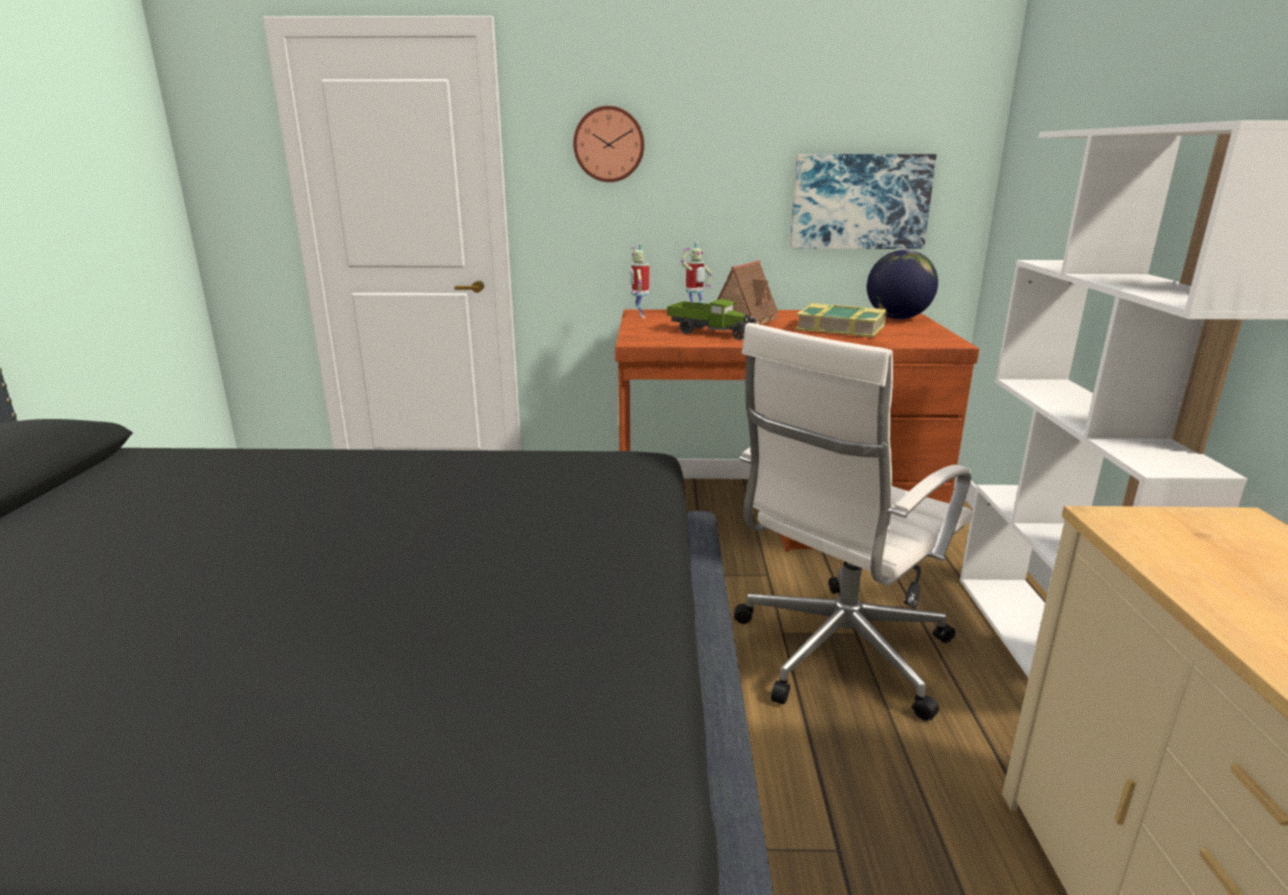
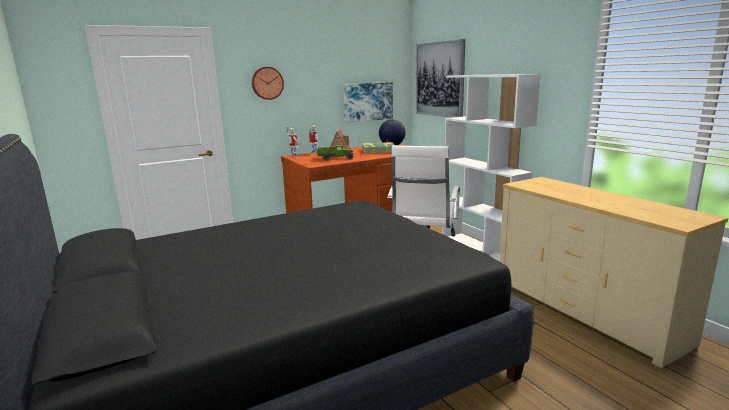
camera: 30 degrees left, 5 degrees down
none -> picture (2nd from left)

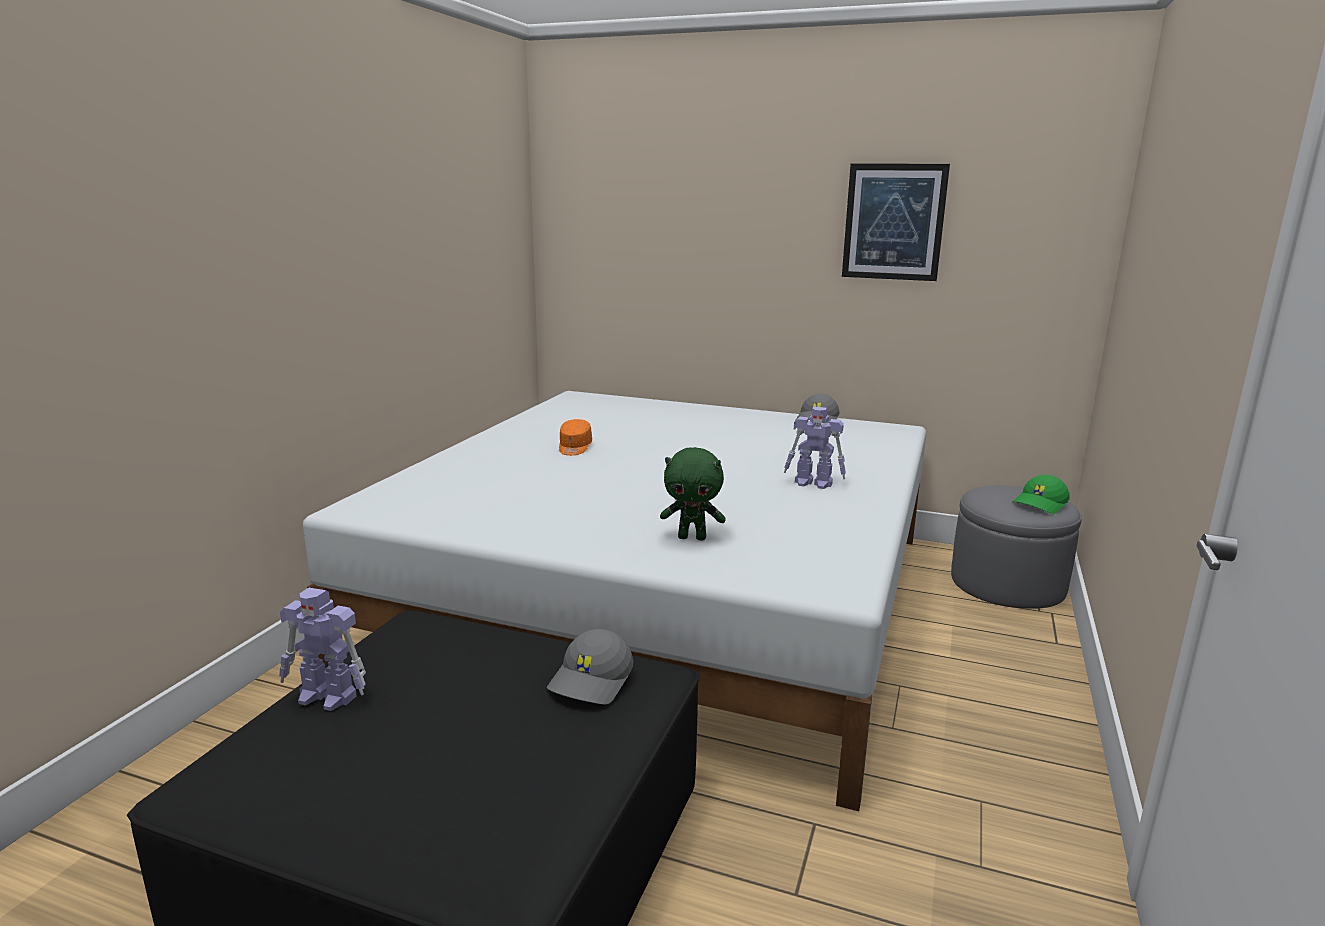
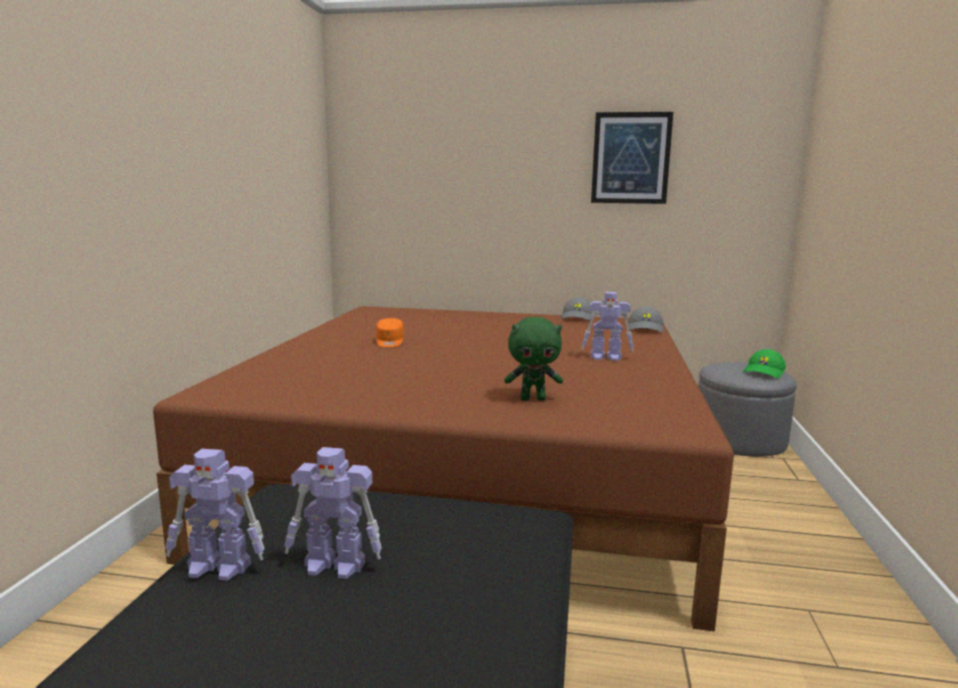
camera: 10 degrees left, 5 degrees down
none -> toy robot (2nd from left)
cap (grey) (1st from left in the first image) -> cap (grey) (2nd from left), move
bed (white) -> bed (brown)

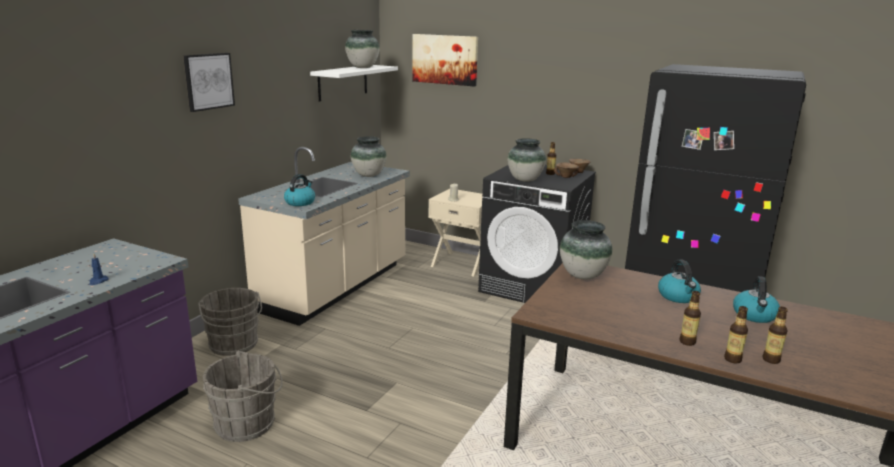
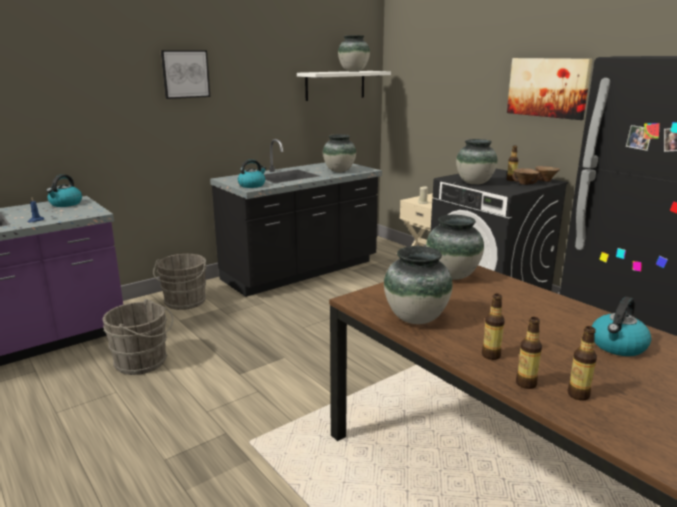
camera: 25 degrees right, 0 degrees up
none -> vase (3rd from left)
picture (2nd from left), move
kettle (2nd from left in the first image) -> kettle (1st from left), move
counter (beige) -> counter (black)

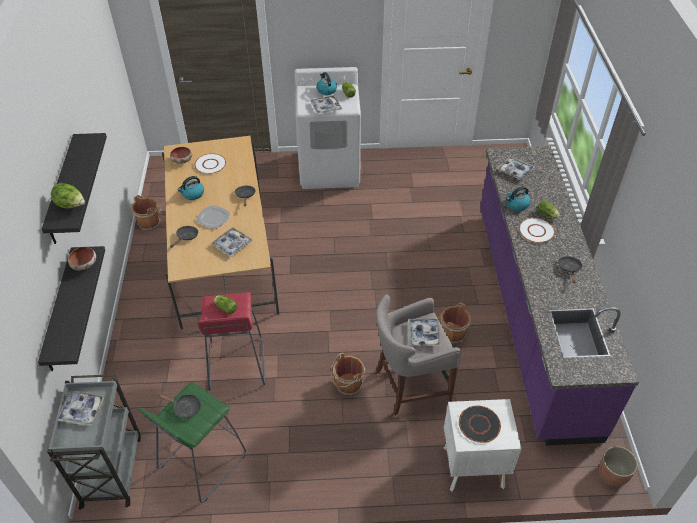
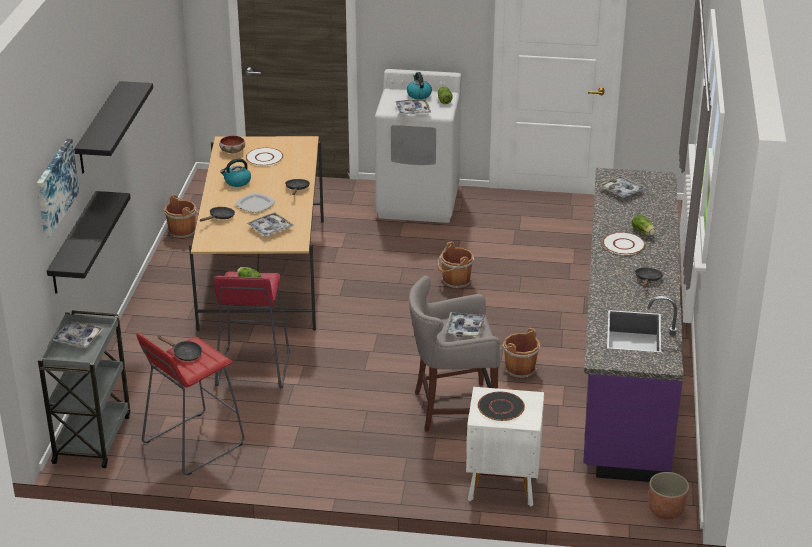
camera: 10 degrees right, 15 degrees down
lettuce (1st from left) -> none
bowl (1st from left) -> none
kettle (3rd from left) -> none
none -> picture
bucket (brown) (2nd from left), move
stool (green) -> stool (red) (1st from left)

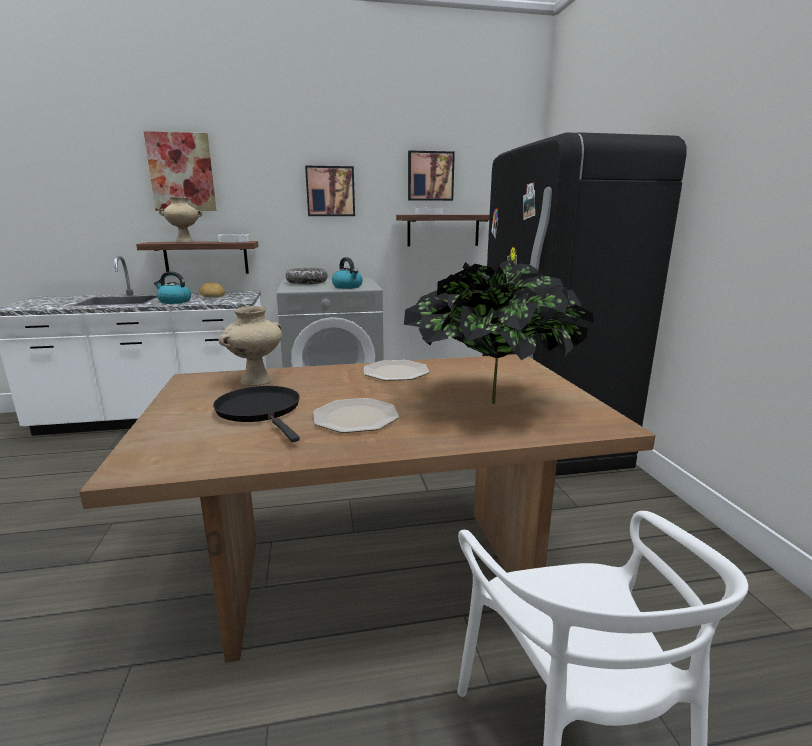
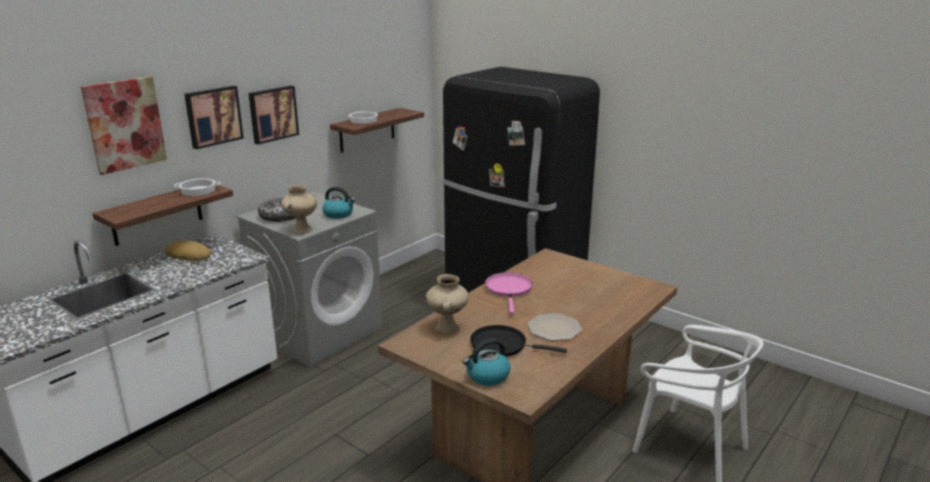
camera: 40 degrees left, 5 degrees up
potted plant -> none
kettle (1st from left in the first image) -> kettle (2nd from left), move
vase (beige) (1st from left), move
picture (3rd from left in the first image) -> picture (2nd from left), move
plate (2nd from left) -> frying pan (pink)

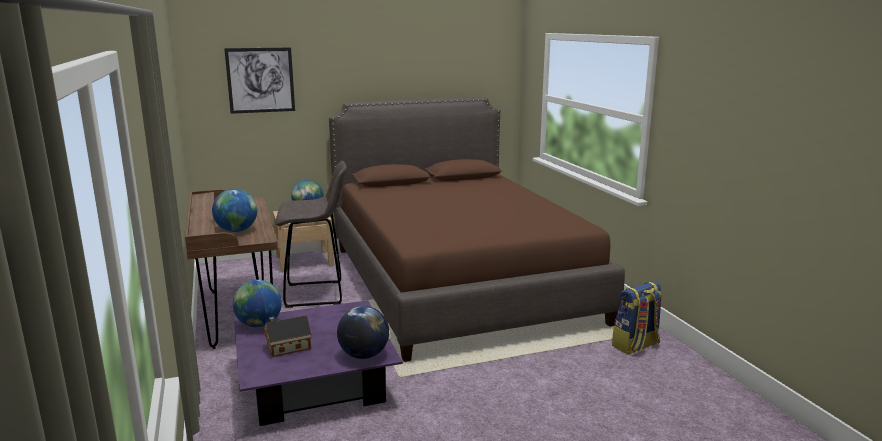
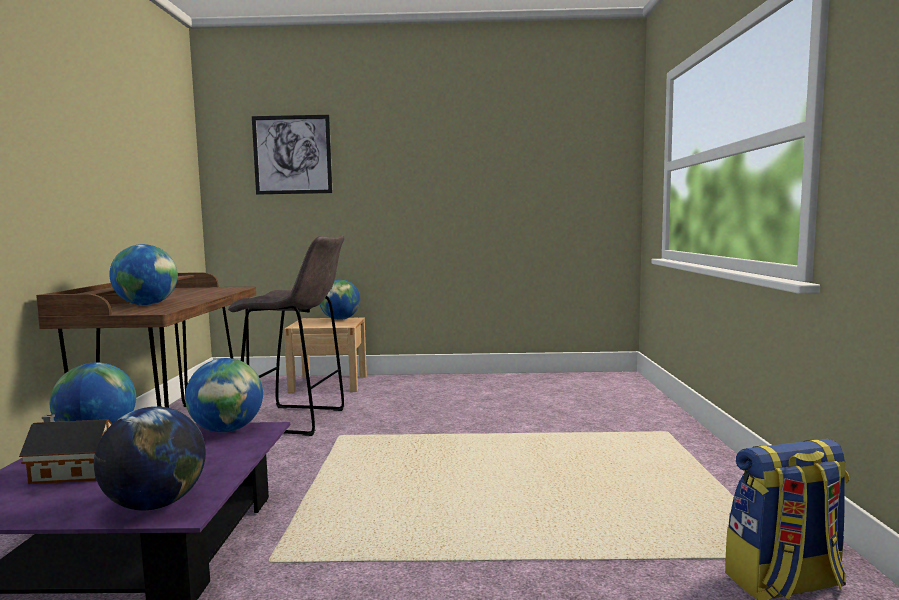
camera: 20 degrees right, 10 degrees down
bed (brown) -> none
none -> globe (4th from left)

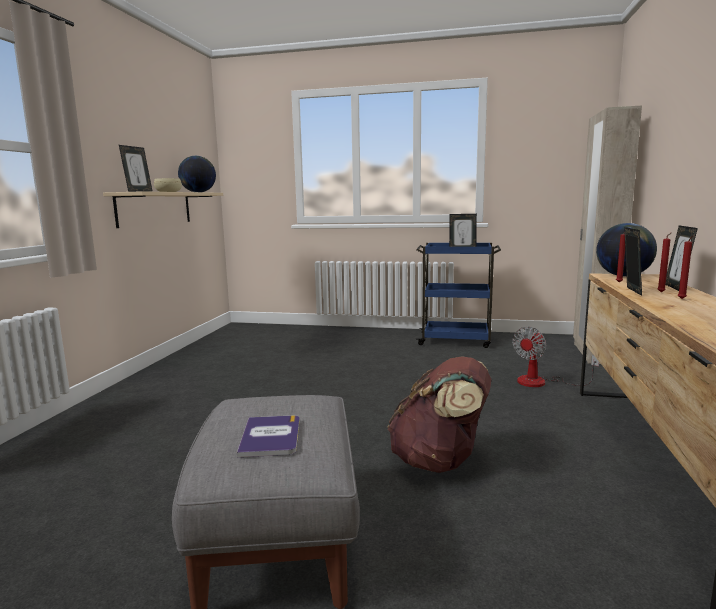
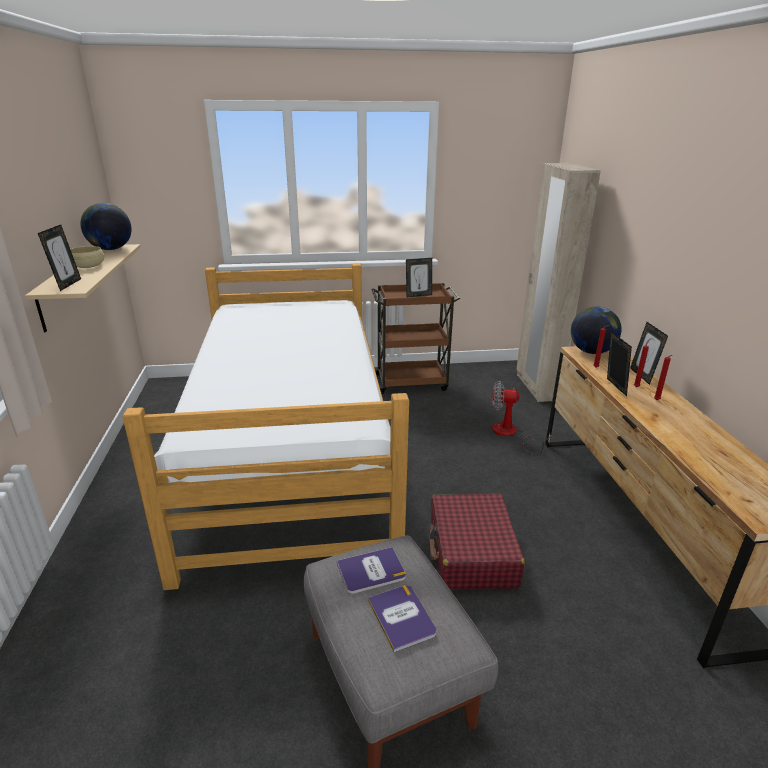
camera: 20 degrees left, 15 degrees up
none -> bed
none -> book (1st from left)
backpack (brown) -> suitcase (red)
cart (blue) -> cart (brown)
fan, 75 degrees clockwise

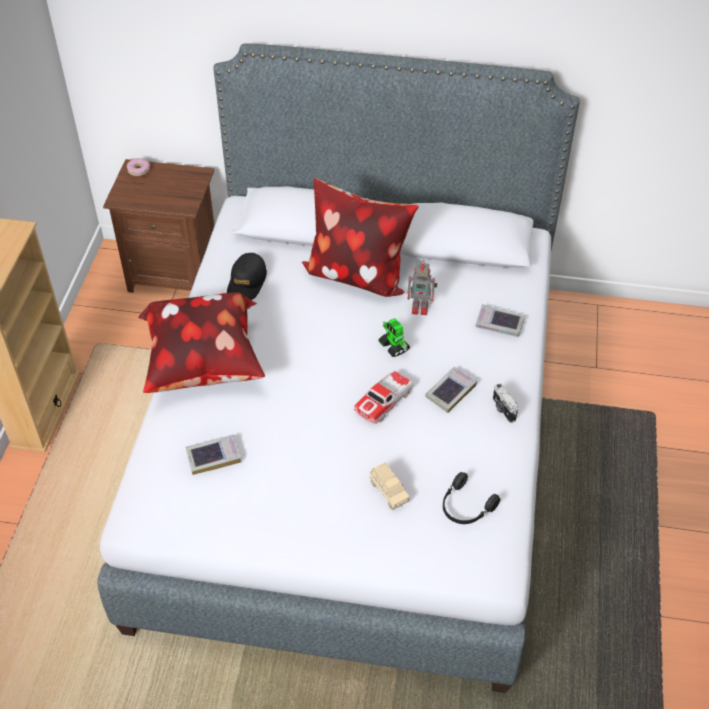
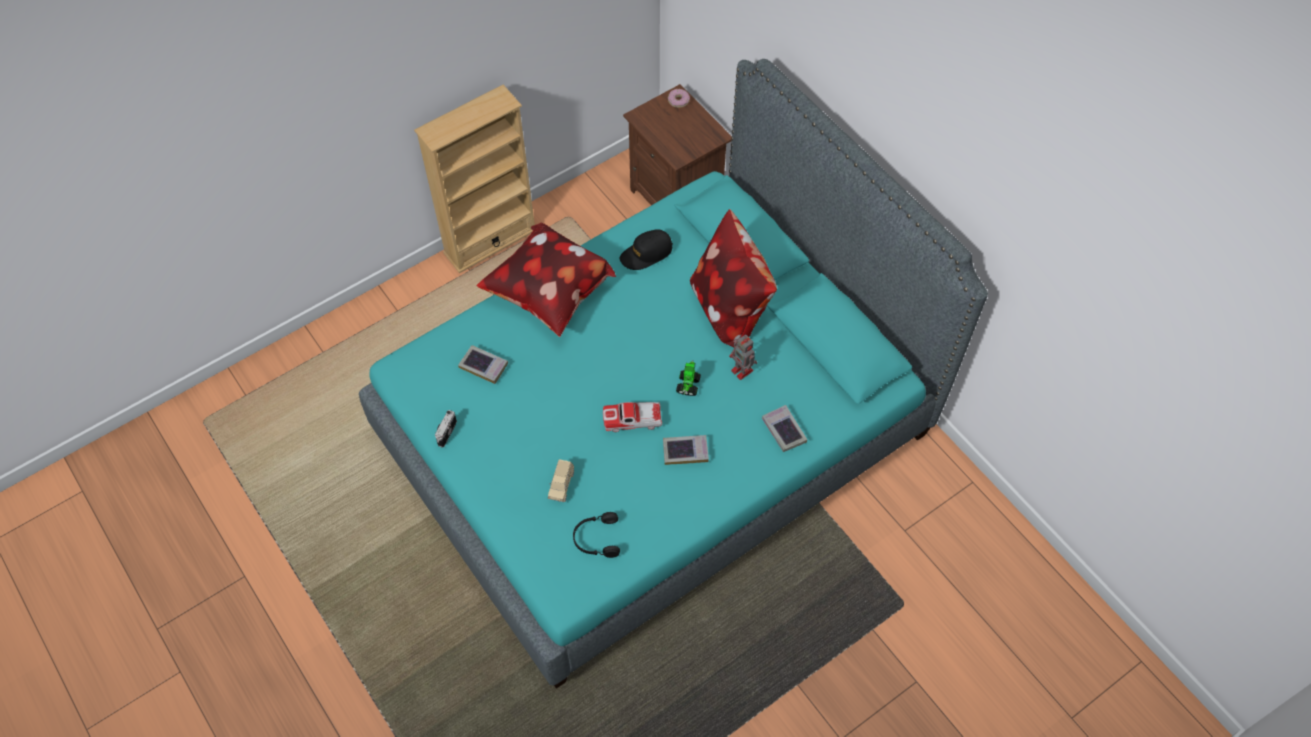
camera: 45 degrees right, 10 degrees up
photo camera, move
bed (grey) -> bed (turquoise)

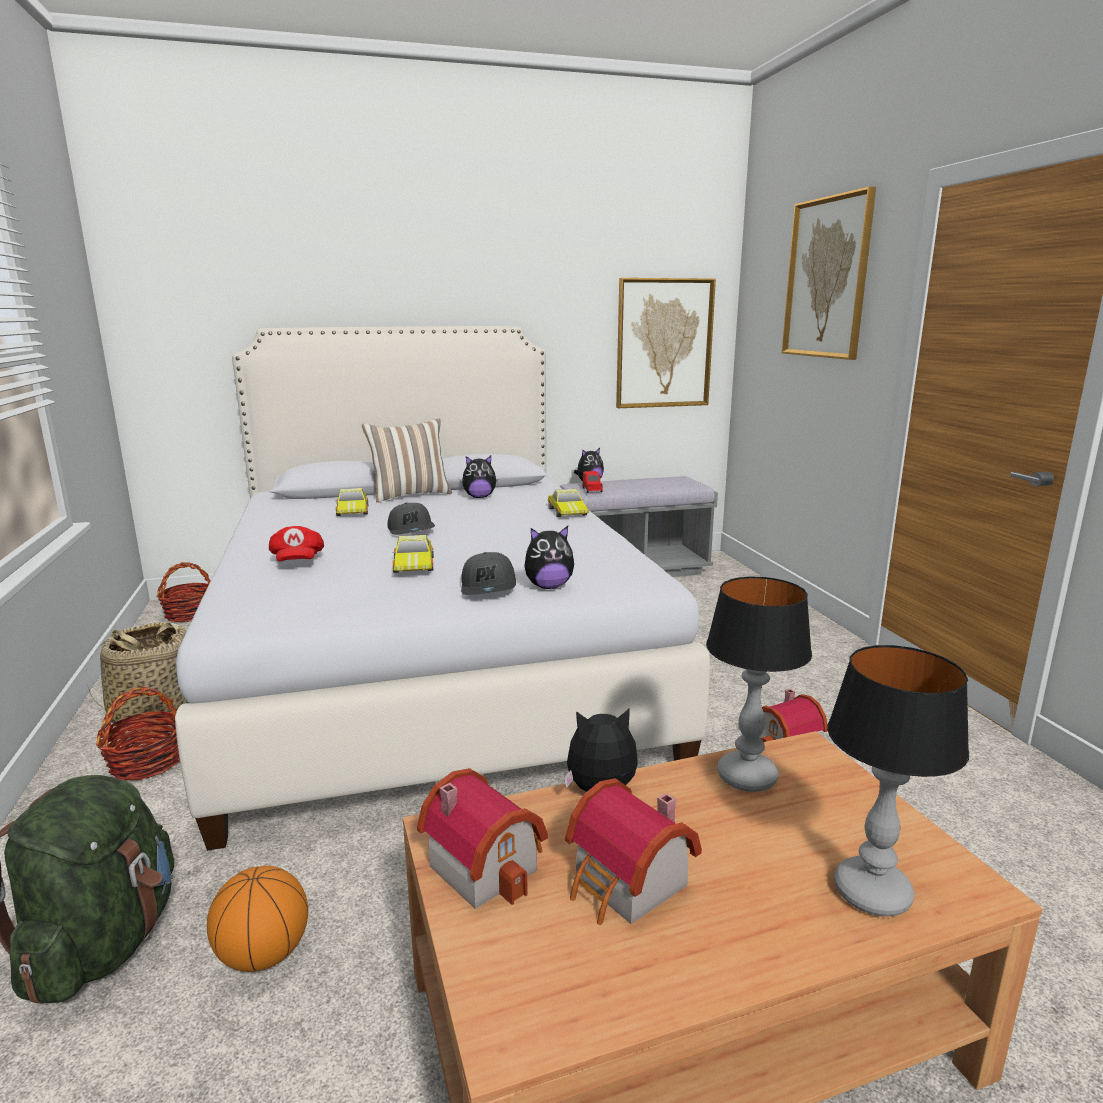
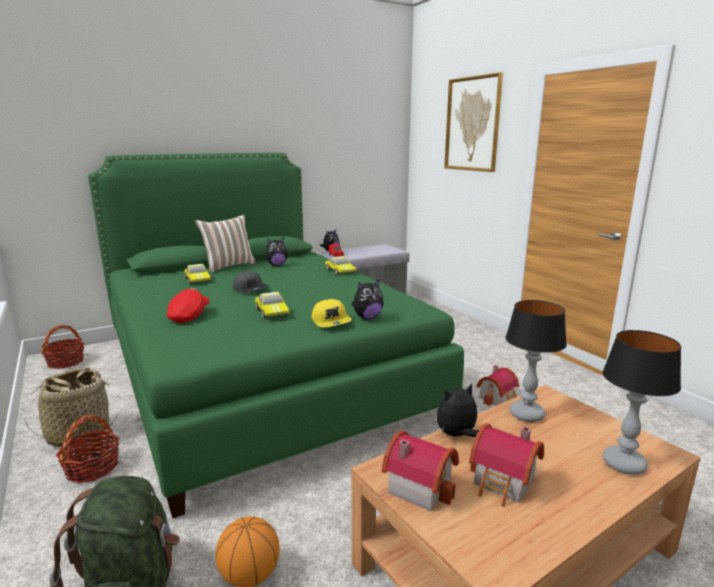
camera: 15 degrees left, 0 degrees up
picture (1st from left) -> none
bed (white) -> bed (green)
cap (grey) (2nd from left) -> cap (yellow)
cap (red), 135 degrees counterclockwise

